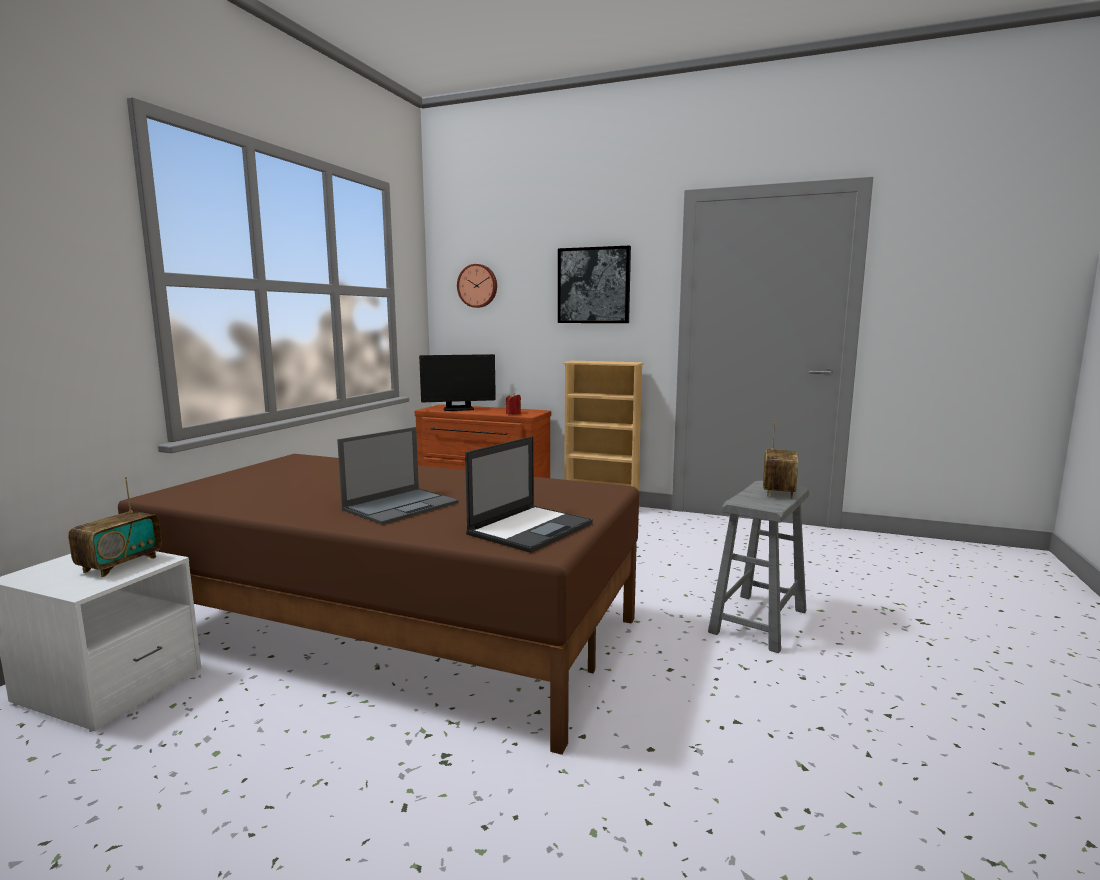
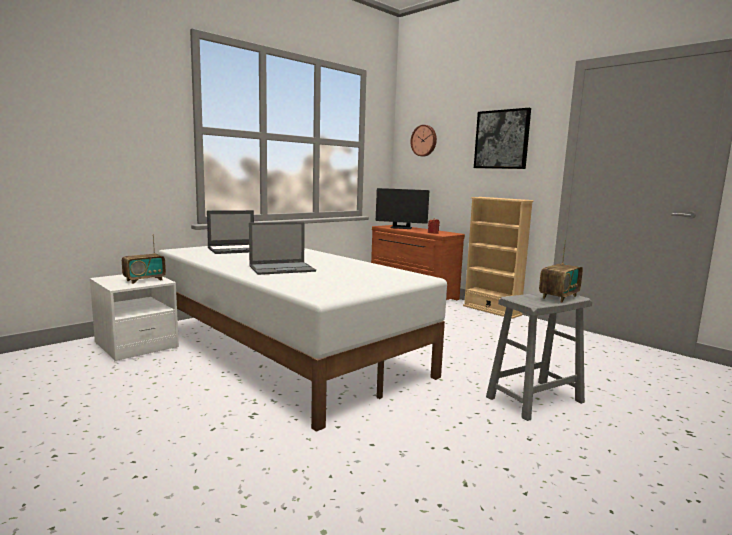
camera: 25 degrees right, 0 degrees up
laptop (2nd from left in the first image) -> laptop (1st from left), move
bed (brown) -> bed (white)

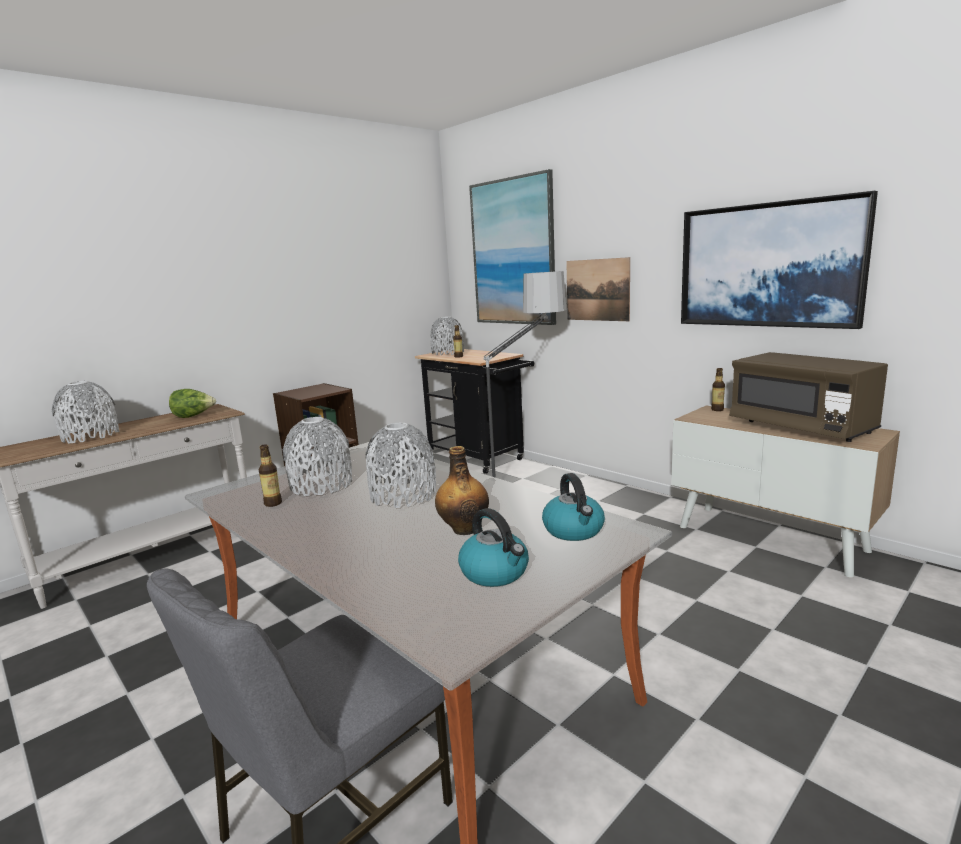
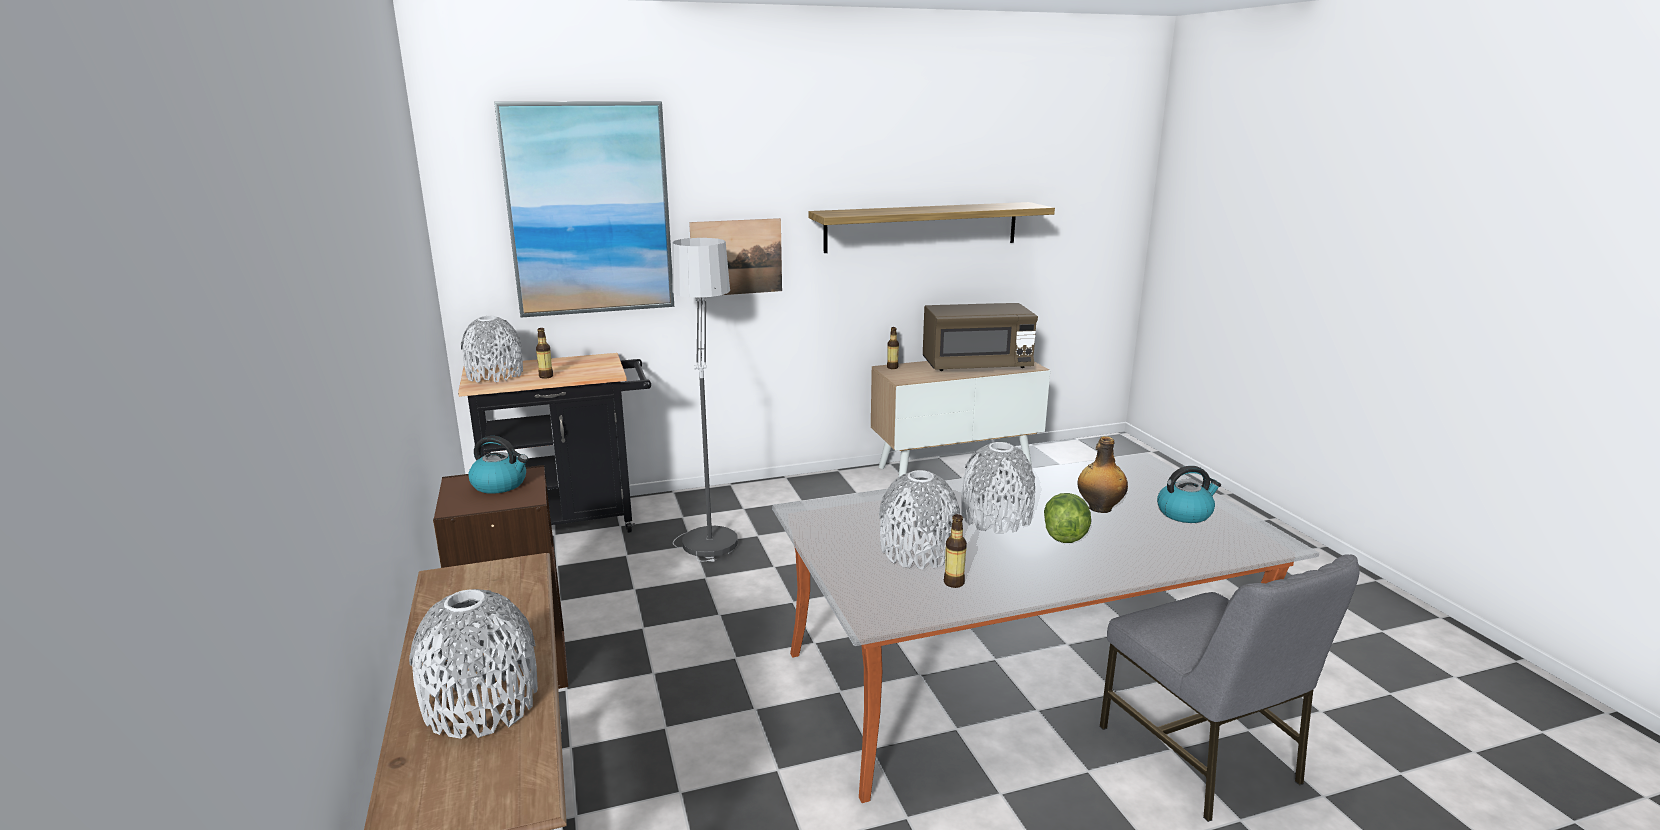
camera: 65 degrees left, 5 degrees up
lettuce, move
kettle (2nd from left in the first image) -> kettle (1st from left), move
picture (3rd from left) -> shelf

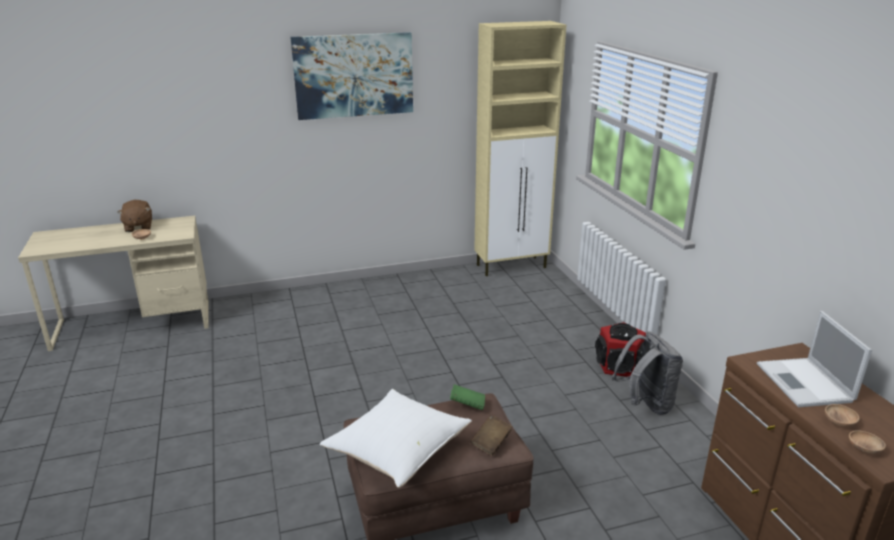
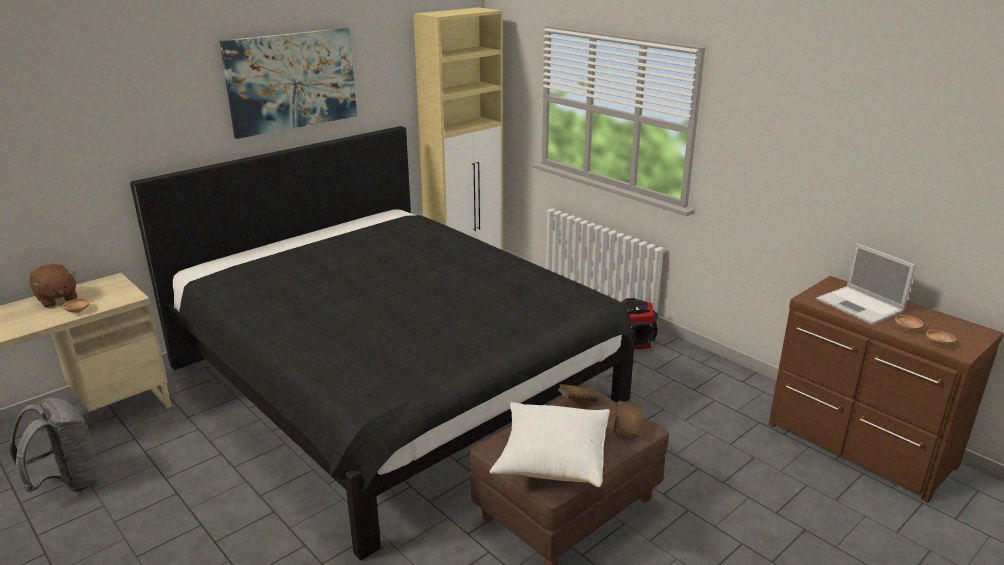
camera: 25 degrees left, 0 degrees up
none -> bed (black)
backpack (grey), move
book (green) -> book (brown) (1st from left)

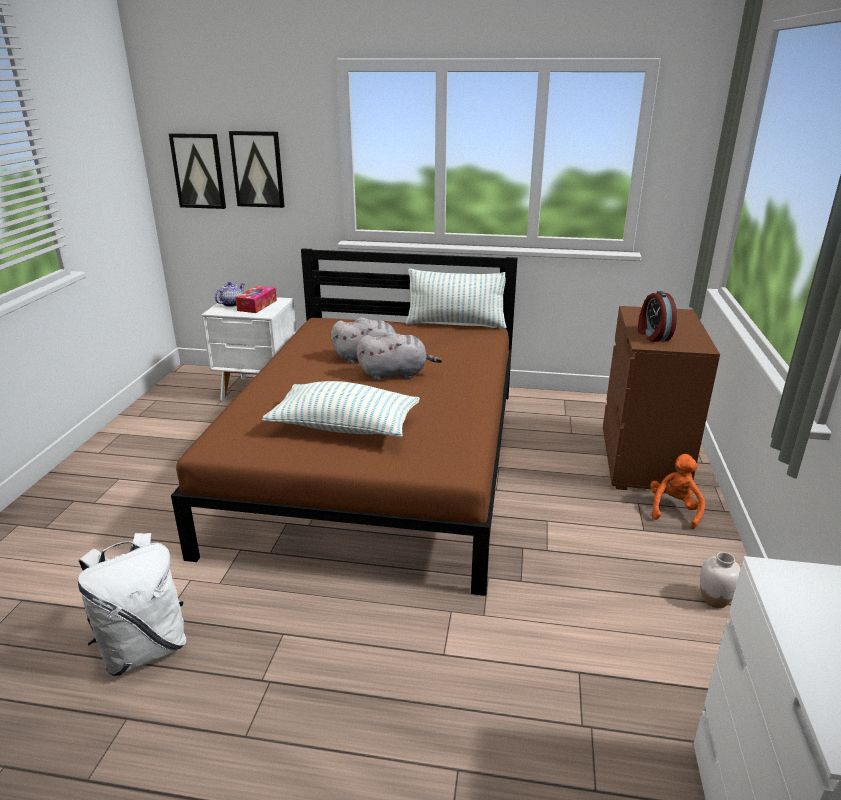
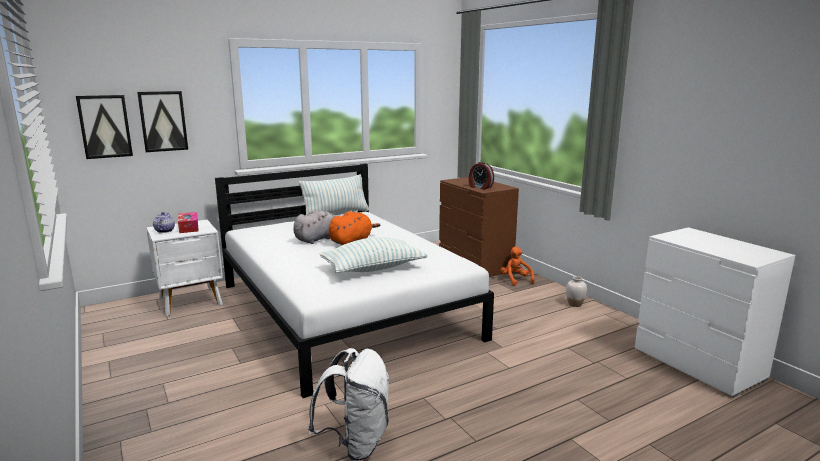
camera: 40 degrees left, 10 degrees down
bed (brown) -> bed (white)
plush toy (grey) (2nd from left) -> plush toy (orange) (1st from left)

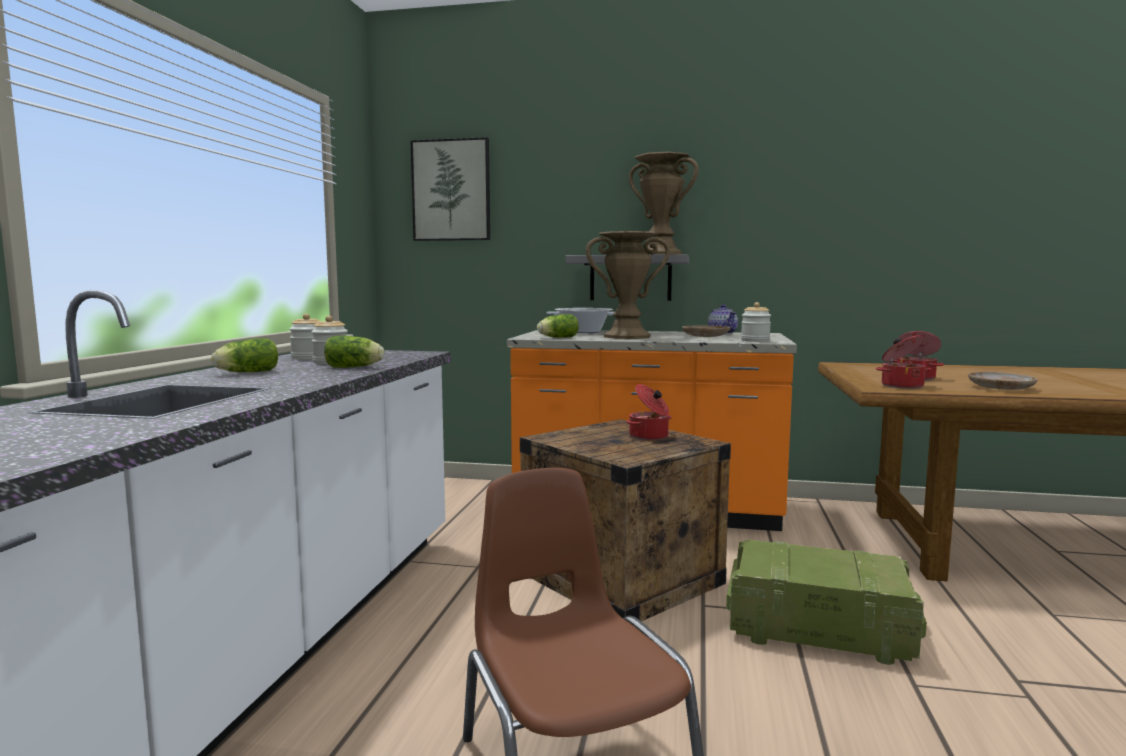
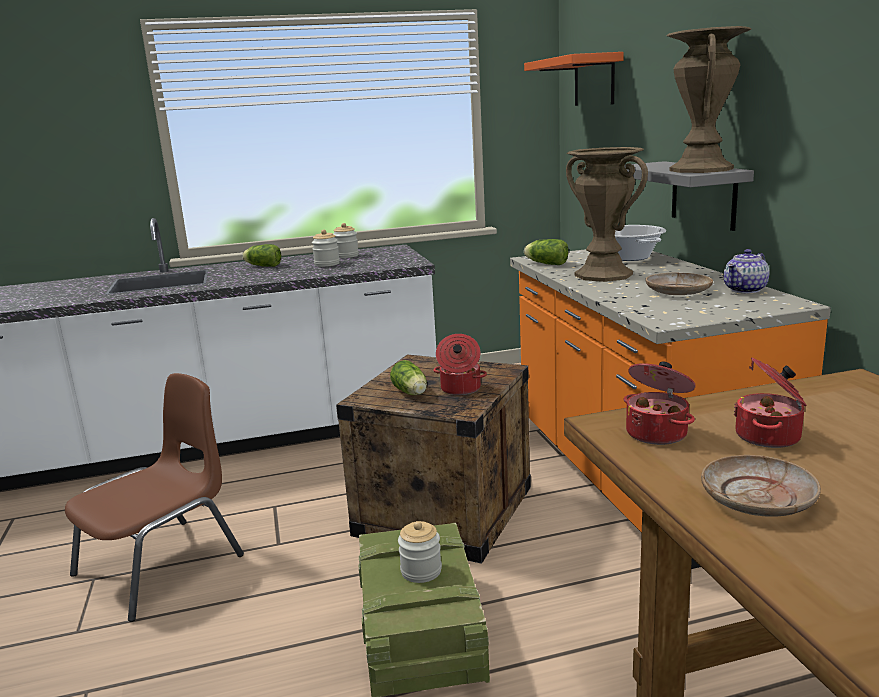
camera: 65 degrees right, 10 degrees up
lettuce (2nd from left), move
jar (3rd from left), move
picture -> shelf (orange)

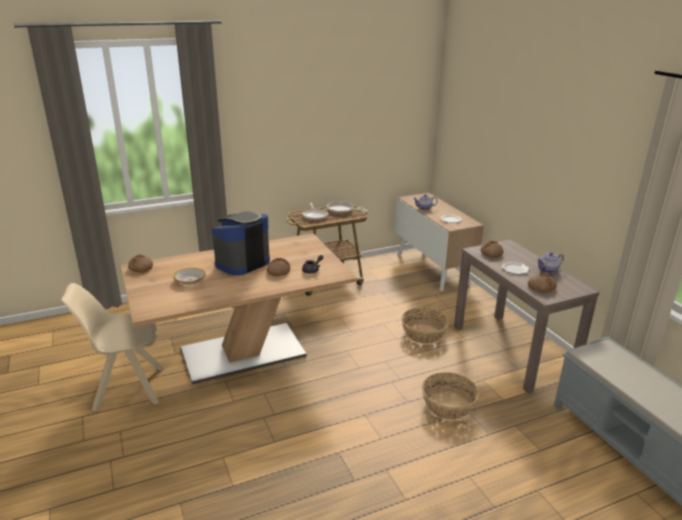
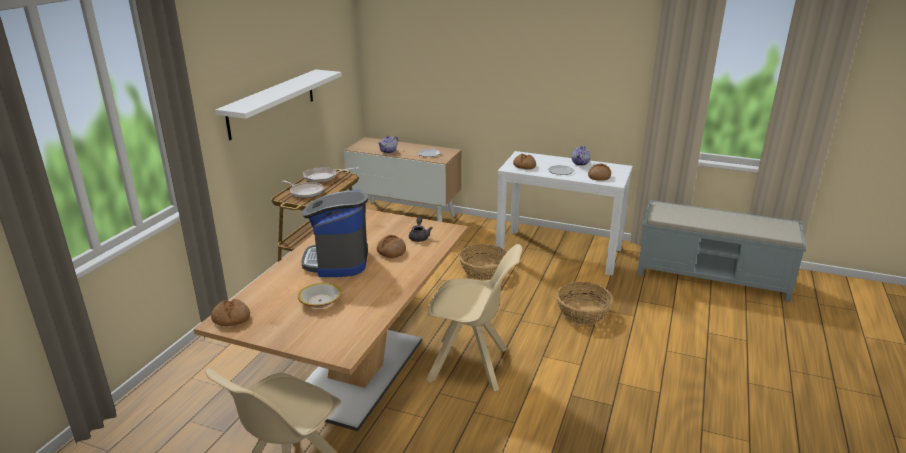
camera: 45 degrees left, 0 degrees up
none -> shelf (white)
none -> chair (beige) (2nd from left)
console table (brown) -> console table (white)

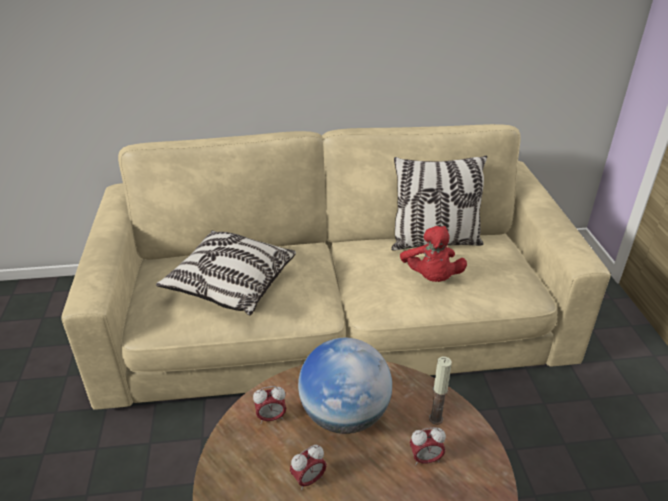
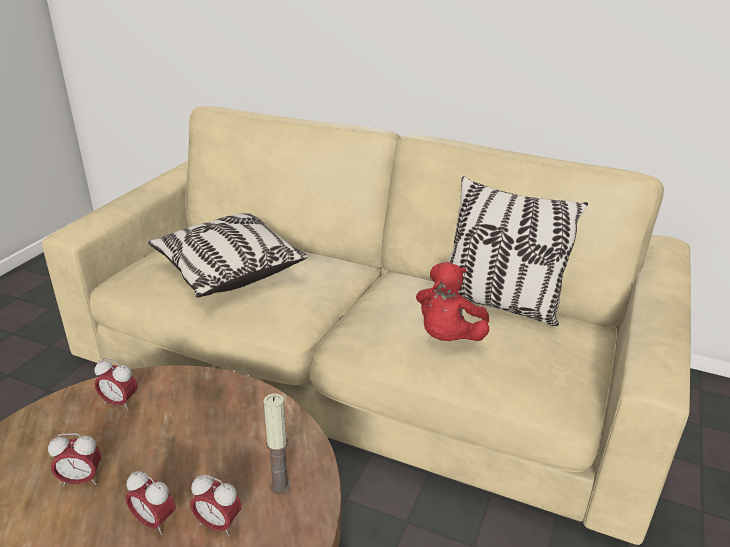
camera: 30 degrees right, 5 degrees down
globe -> none
none -> alarm clock (3rd from left)

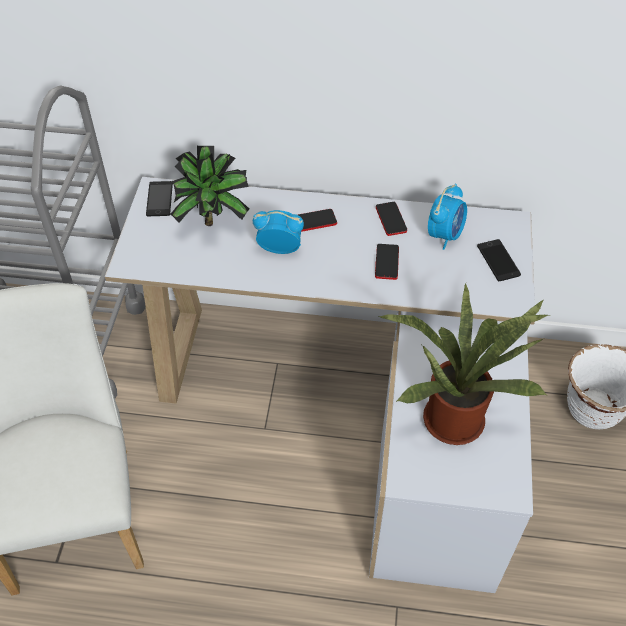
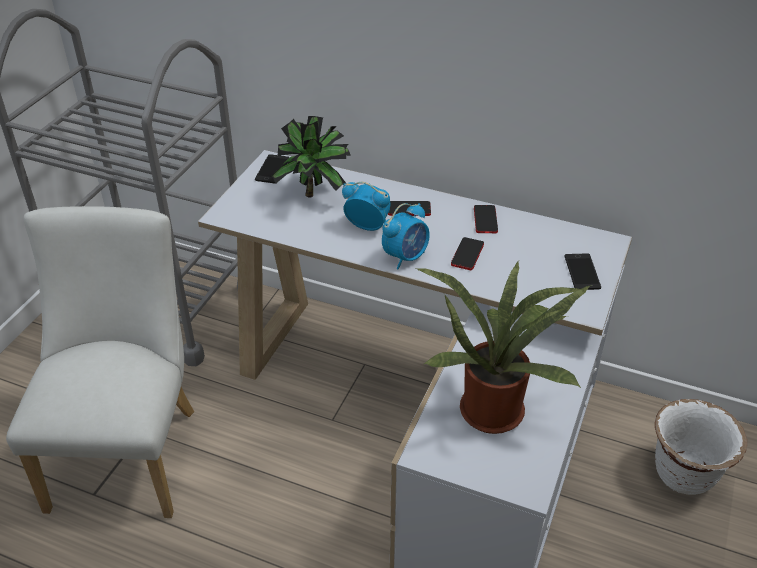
camera: 15 degrees right, 10 degrees down
alarm clock (2nd from left), move

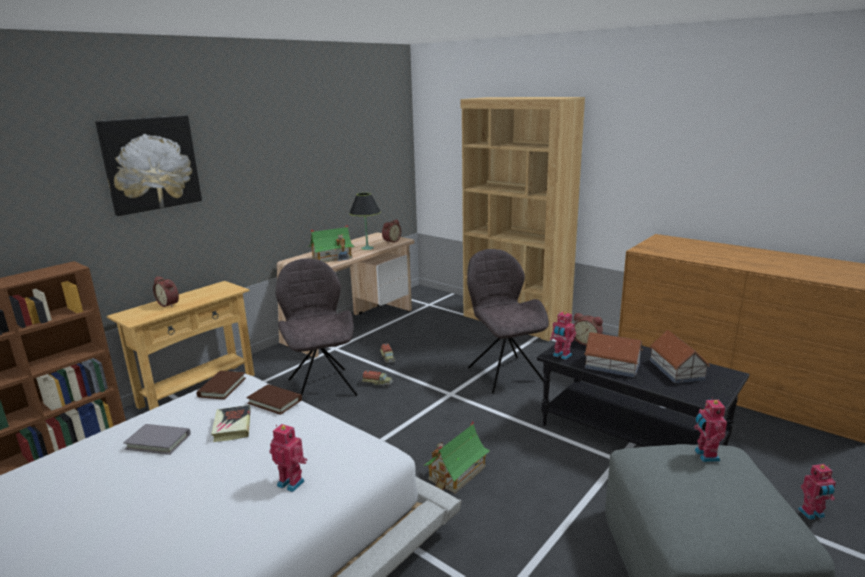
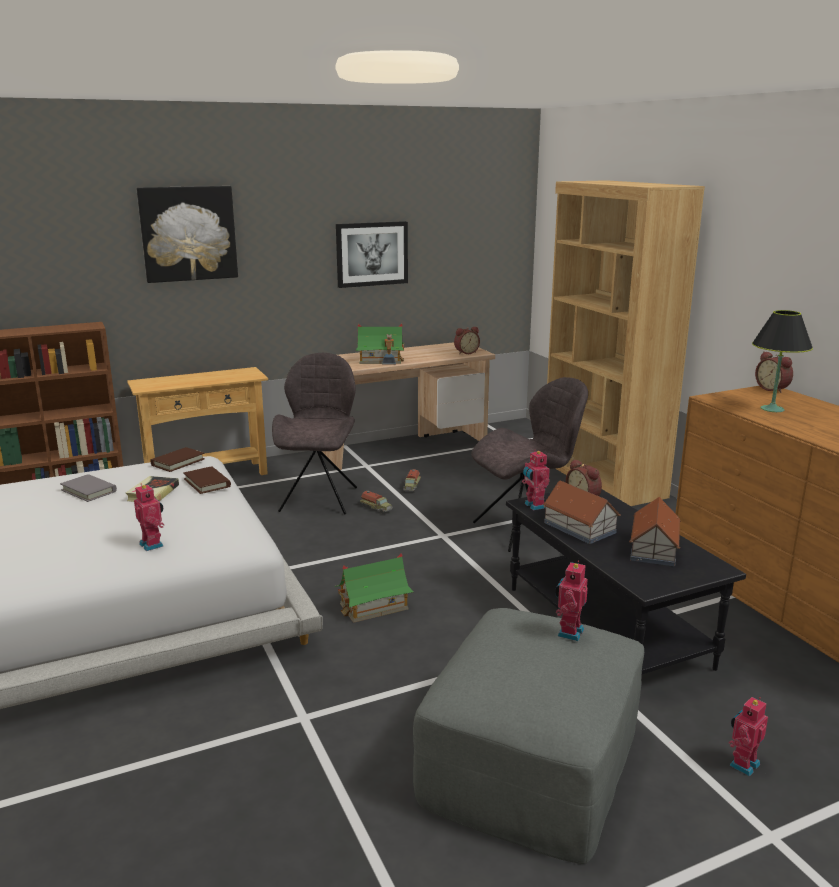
camera: 25 degrees right, 0 degrees up
none -> picture (2nd from left)
alarm clock (1st from left in the first image) -> alarm clock (3rd from left), move
table lamp (black), move
chair (grey) (2nd from left), 60 degrees clockwise
toy robot (4th from left), 120 degrees clockwise

